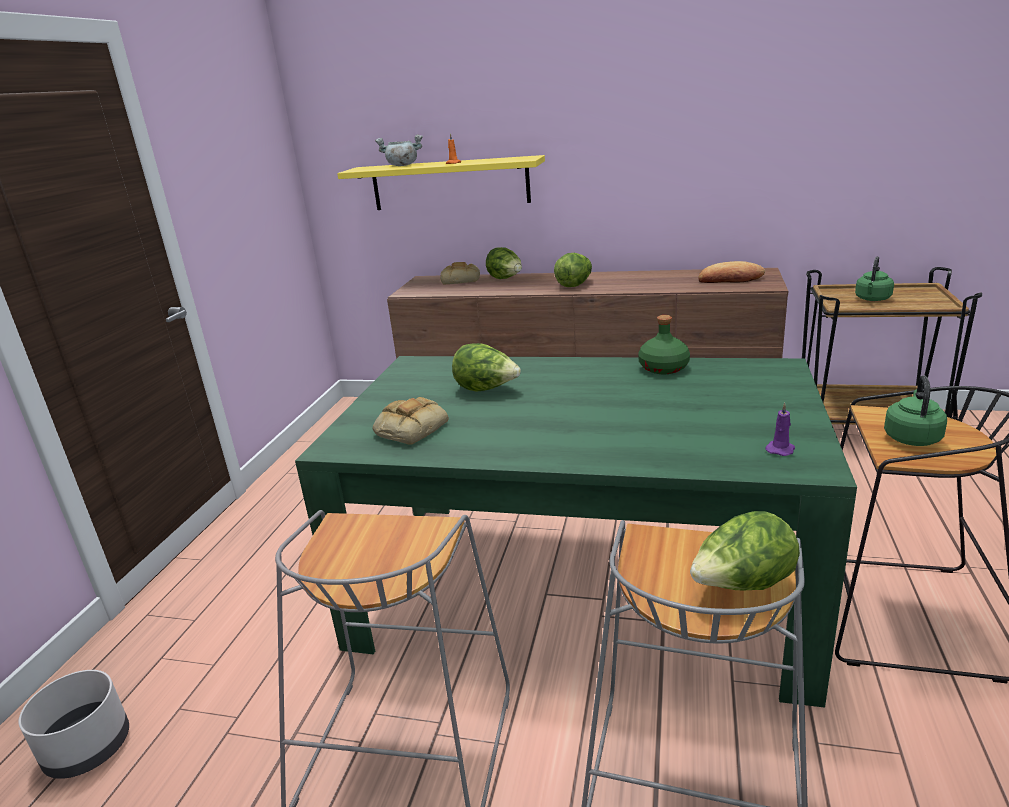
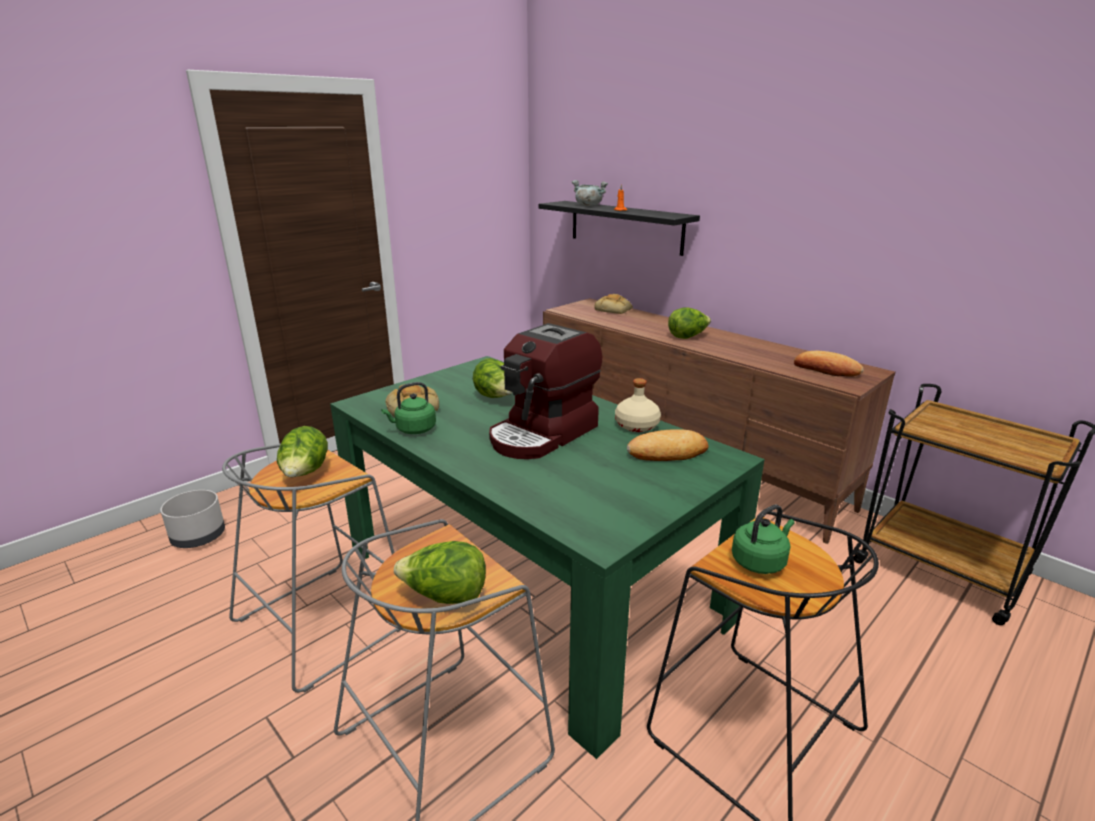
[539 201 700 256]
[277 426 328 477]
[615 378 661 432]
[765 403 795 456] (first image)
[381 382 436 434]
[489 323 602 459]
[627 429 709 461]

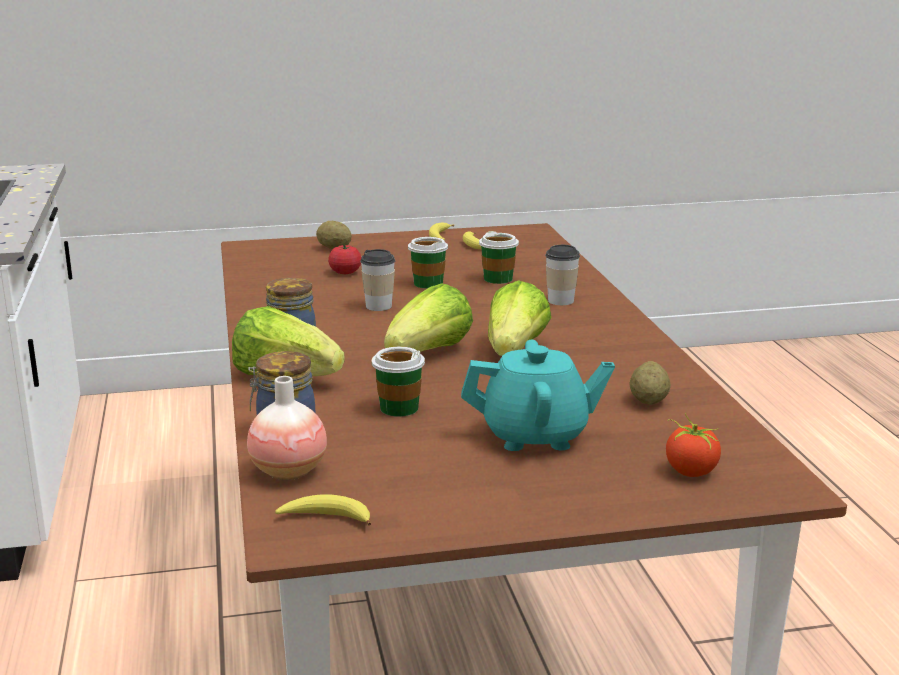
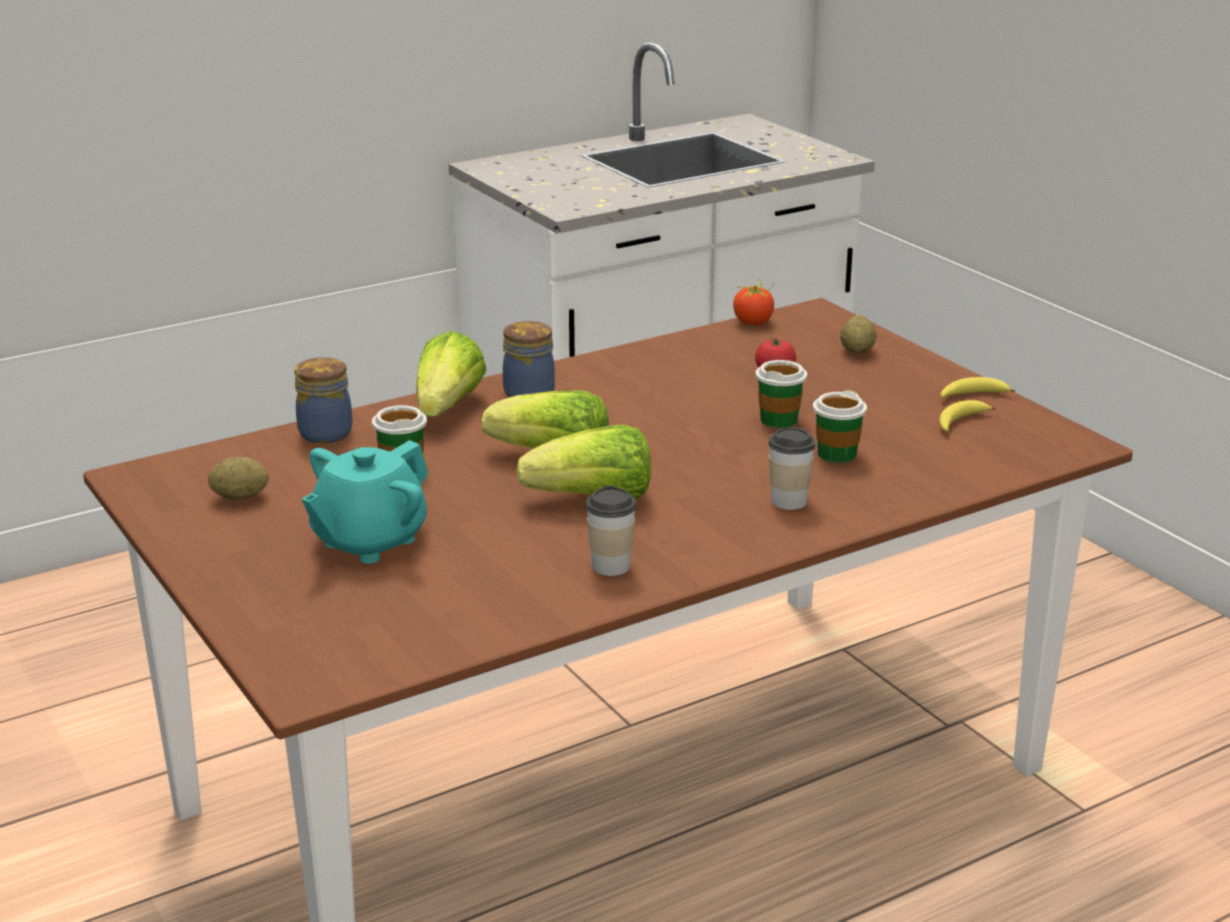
[247 376 327 480] (first image)
[275 494 371 526] (first image)
[586 486 636 576]
[302 440 429 563]
[208 457 269 500]
[733 279 775 325]

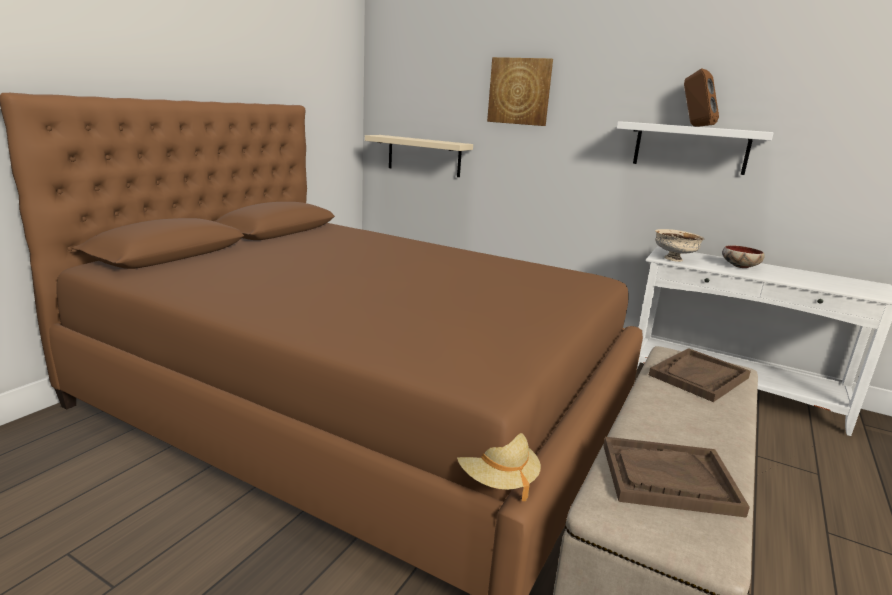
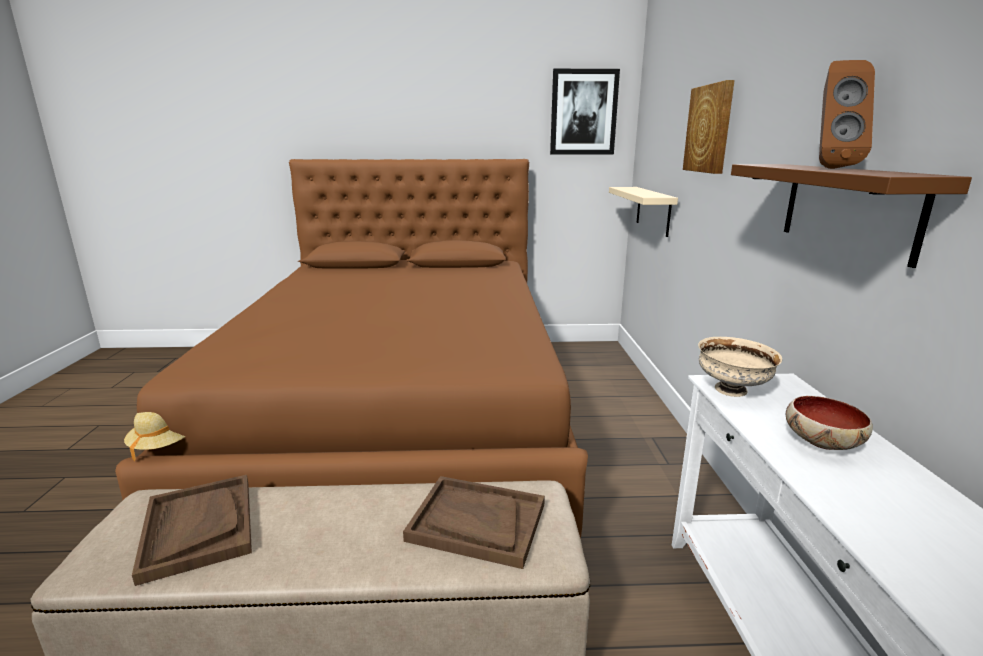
[731 164 972 268]
[550 69 620 154]

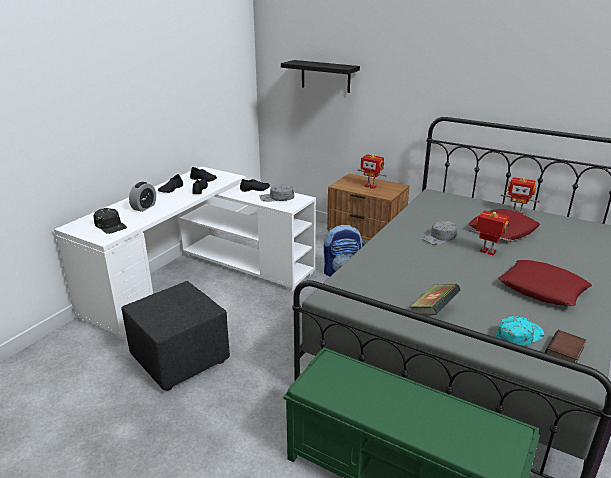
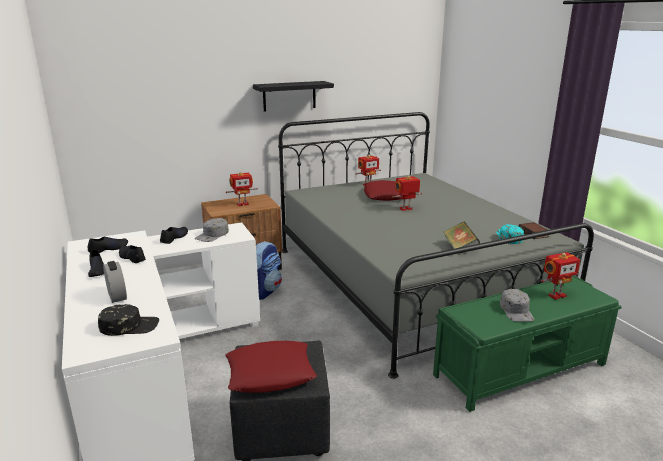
[253 81 334 111]
[500 289 534 322]
[225 341 317 393]
[541 252 580 300]

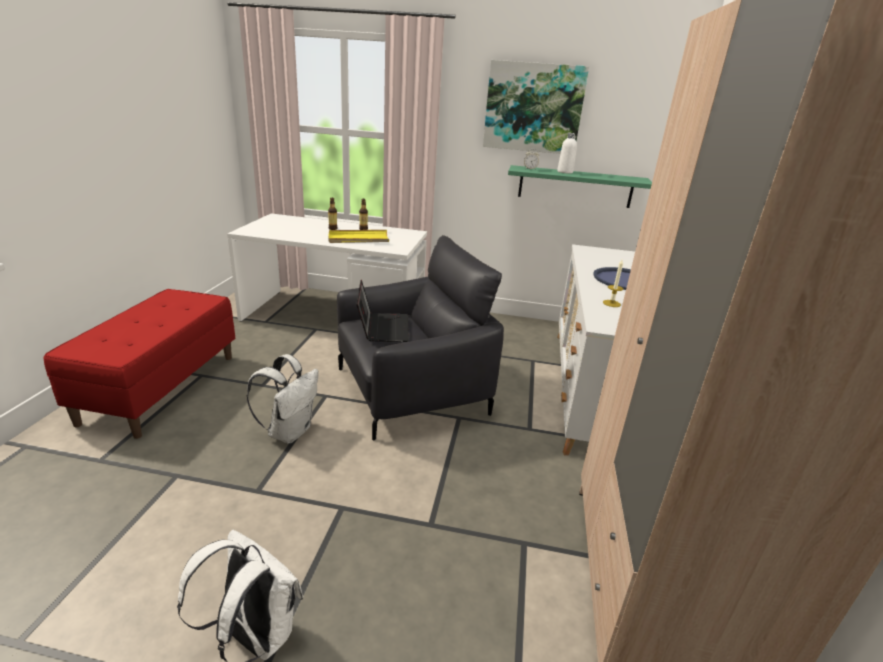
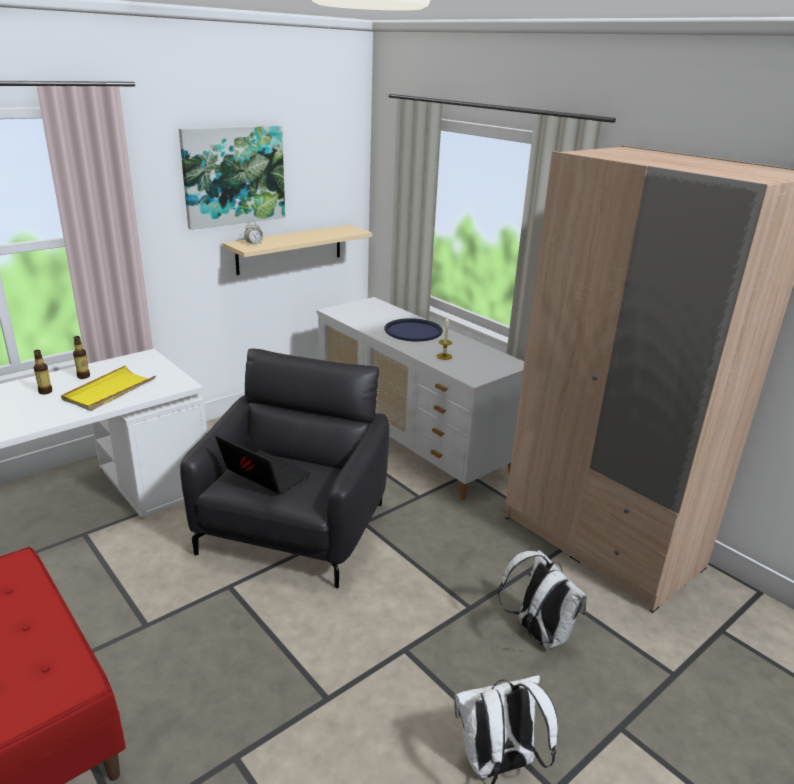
[498 550 587 649]
[222 225 372 275]
[557 133 577 174] (first image)

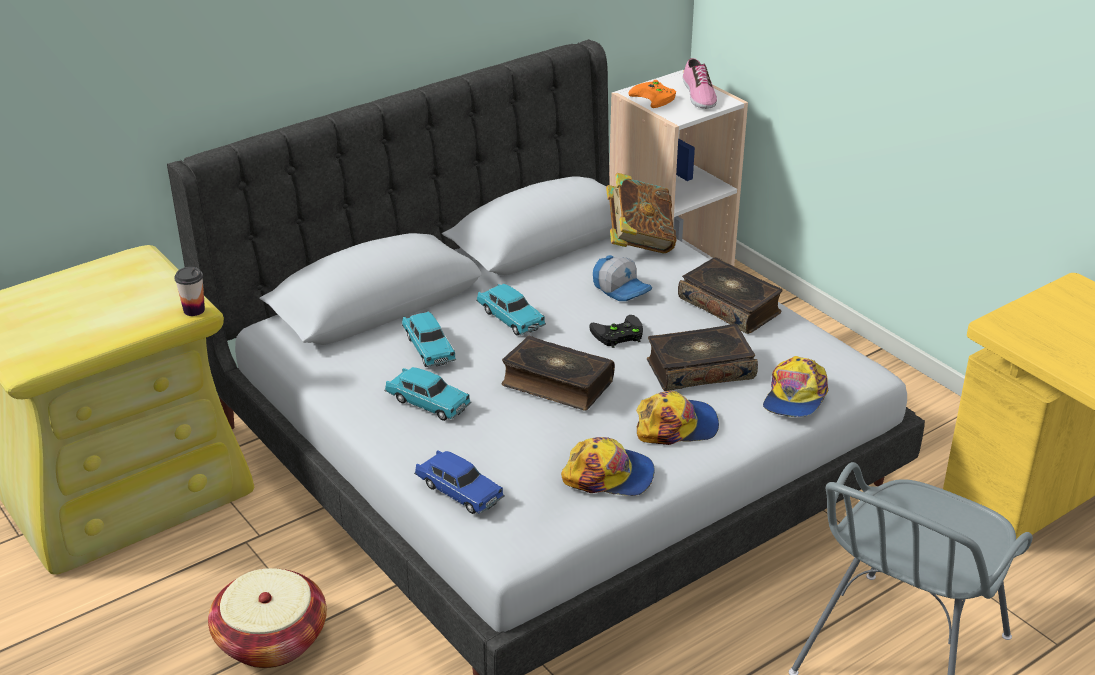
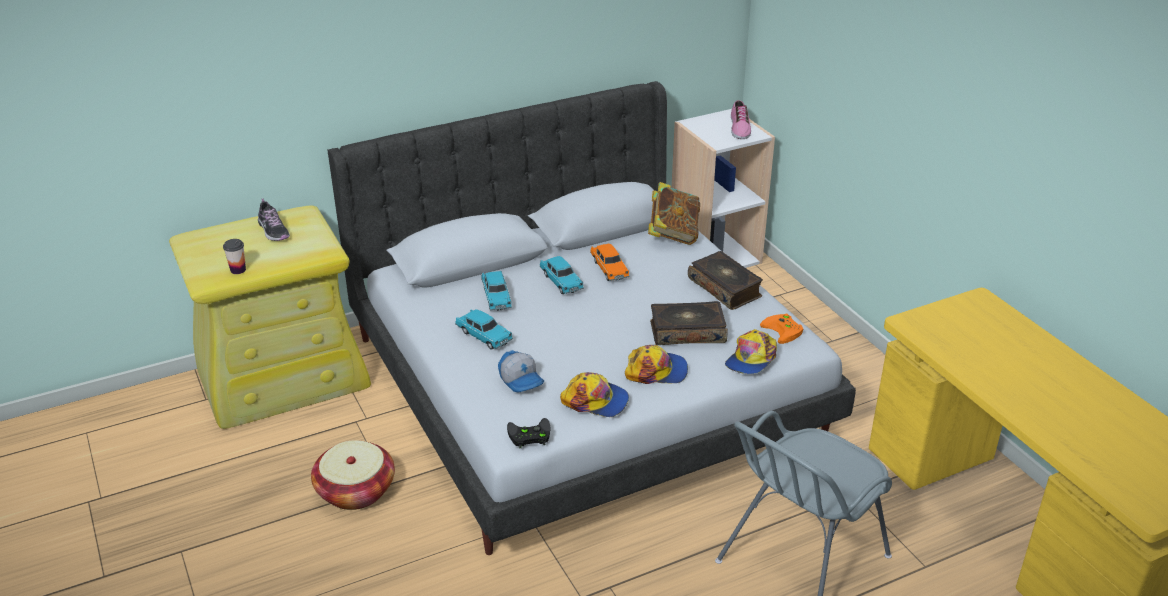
[223 239 246 274]
[414 450 505 514] (first image)
[502 336 615 411] (first image)
[507 418 551 448]
[498 350 544 393]
[760 313 803 344]
[258 199 290 241]
[590 244 629 281]

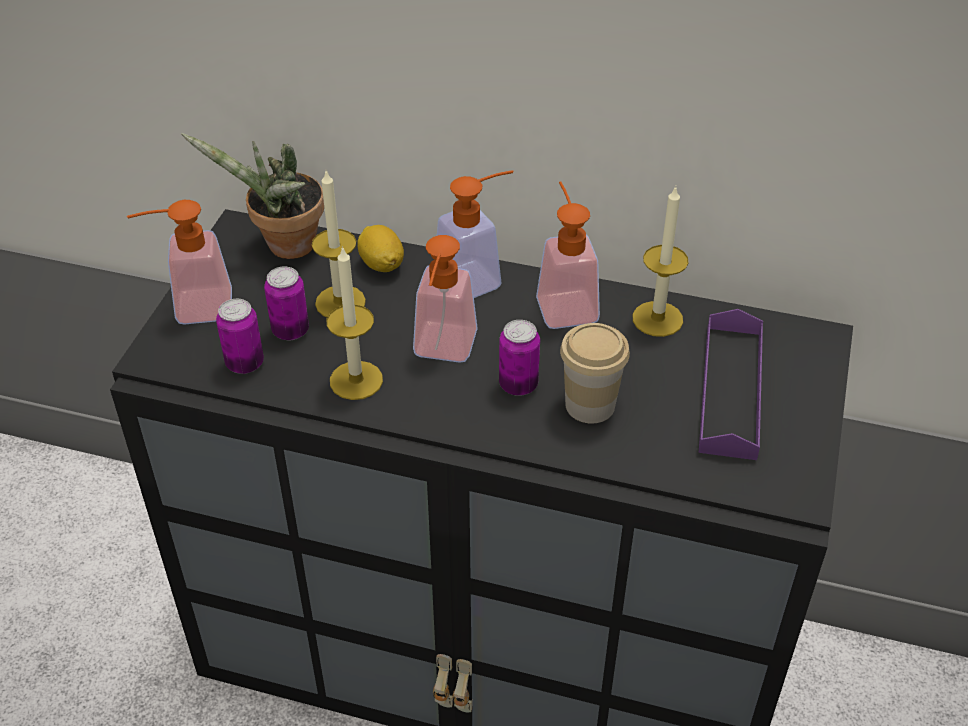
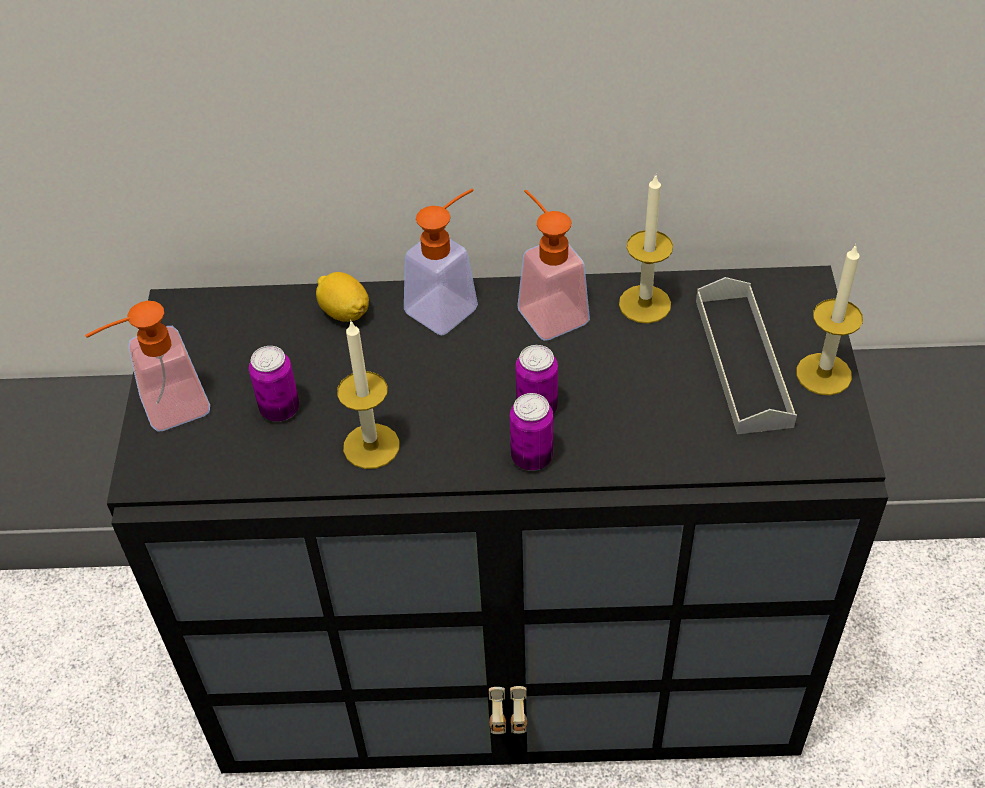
[181 133 324 259] (first image)
[510 393 553 471]
[796 244 863 395]
[413 235 478 363] (first image)
[560 323 630 423] (first image)
[696 277 797 434]

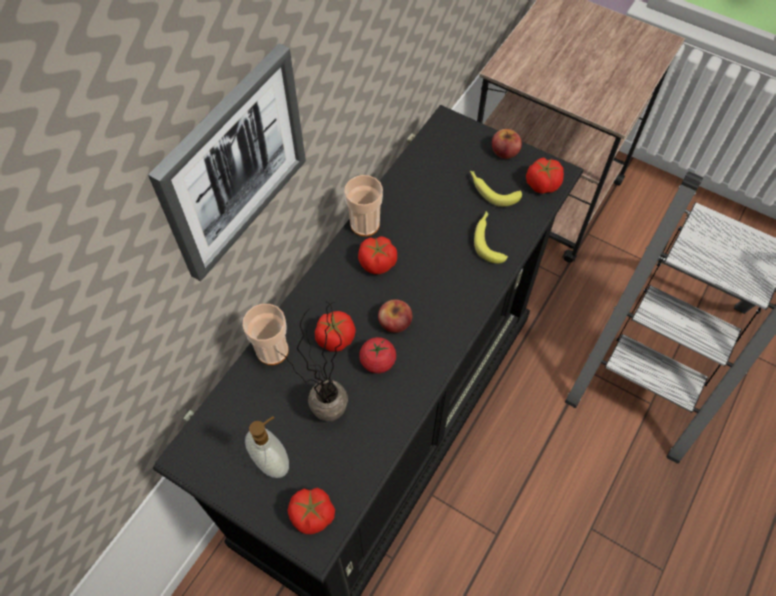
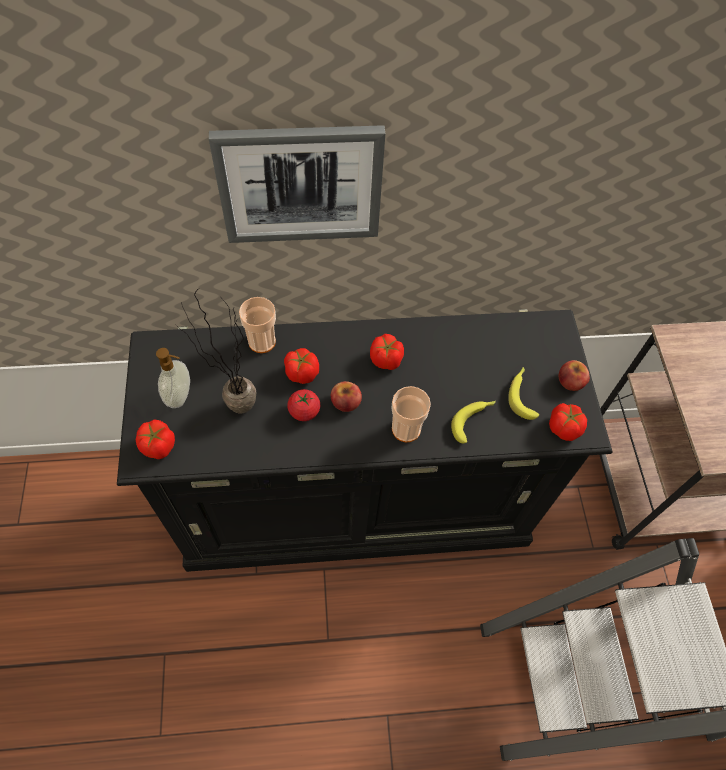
[391 386 431 442]

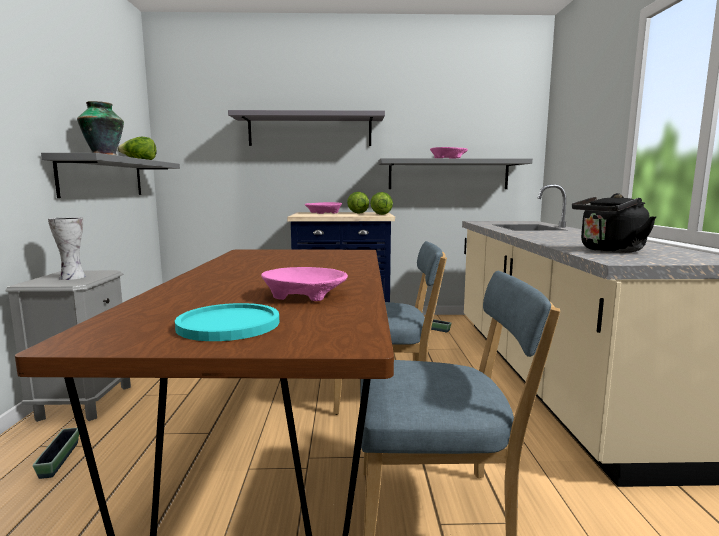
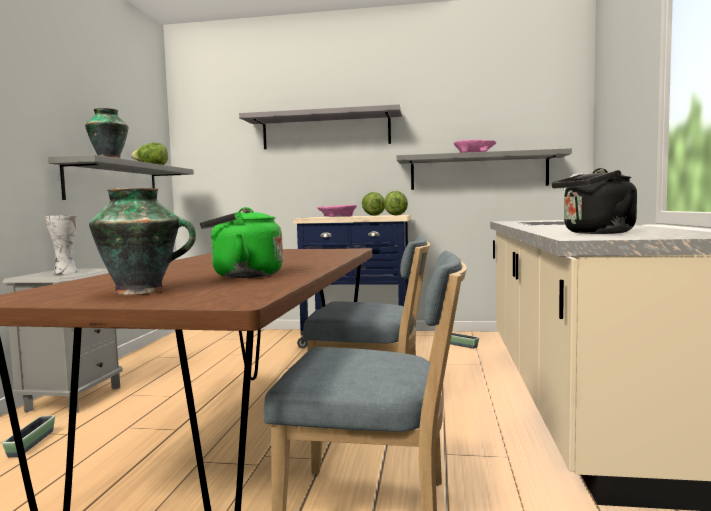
[89 188 196 295]
[200 207 283 278]

